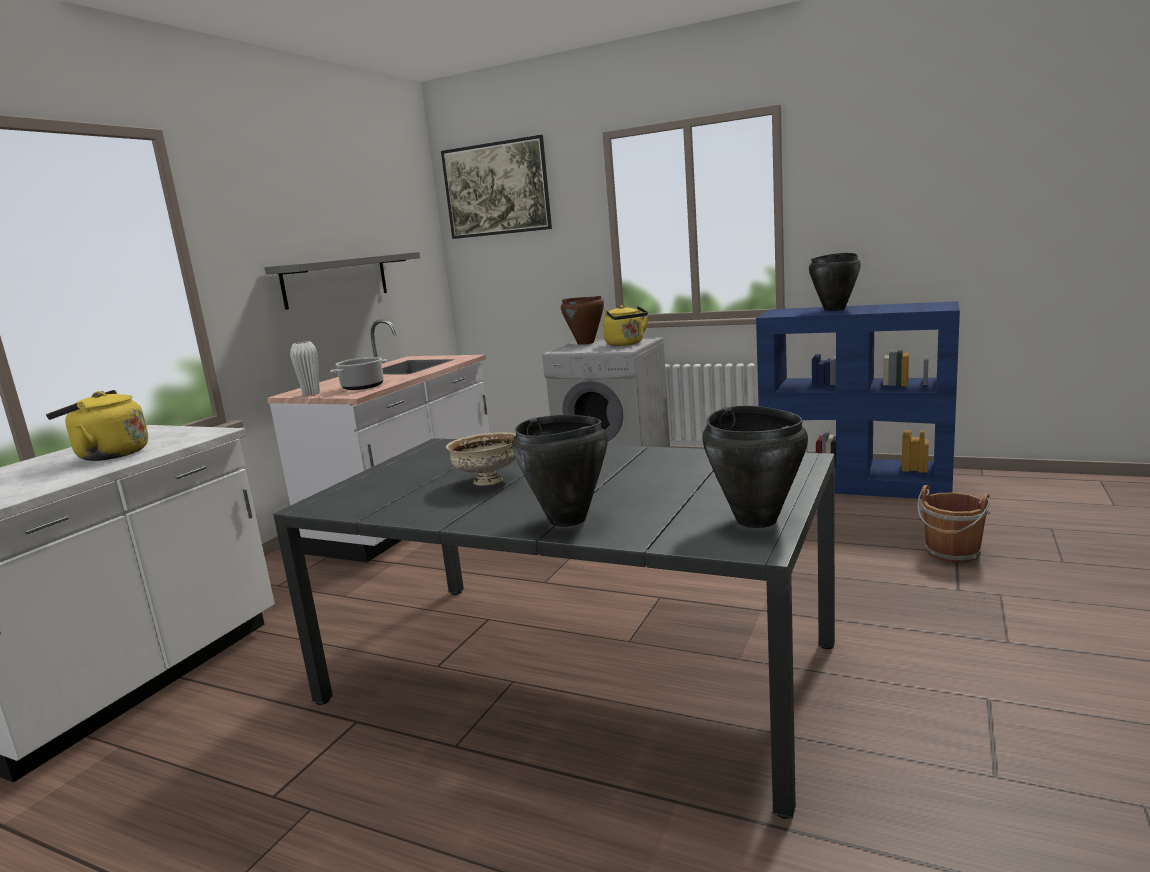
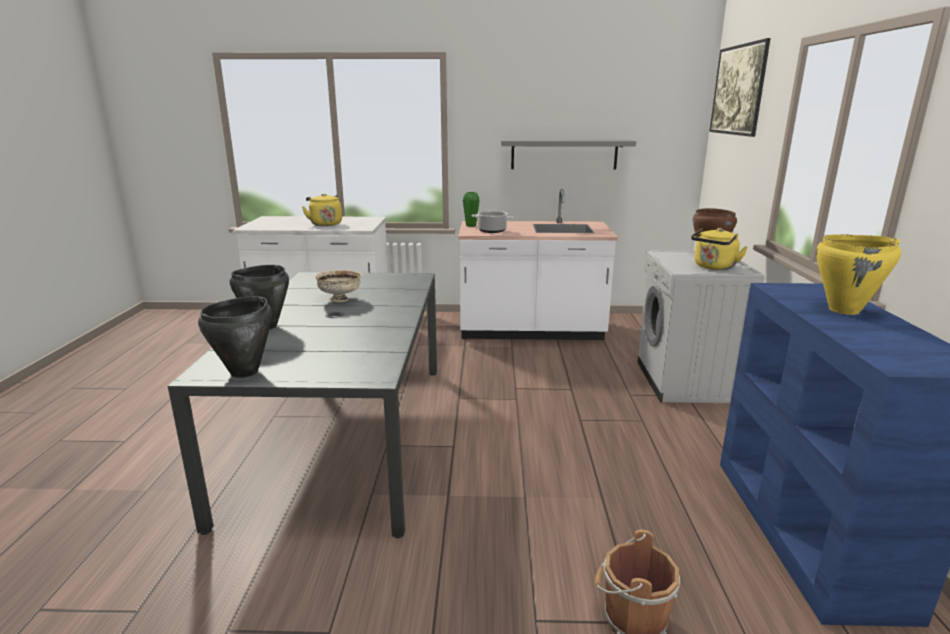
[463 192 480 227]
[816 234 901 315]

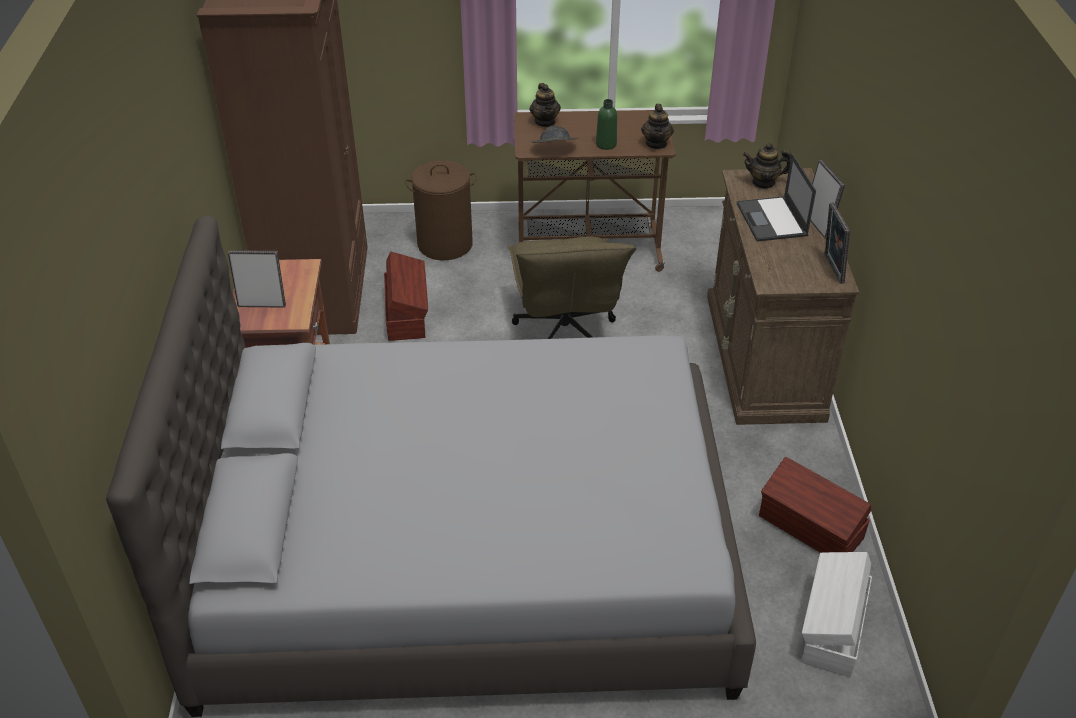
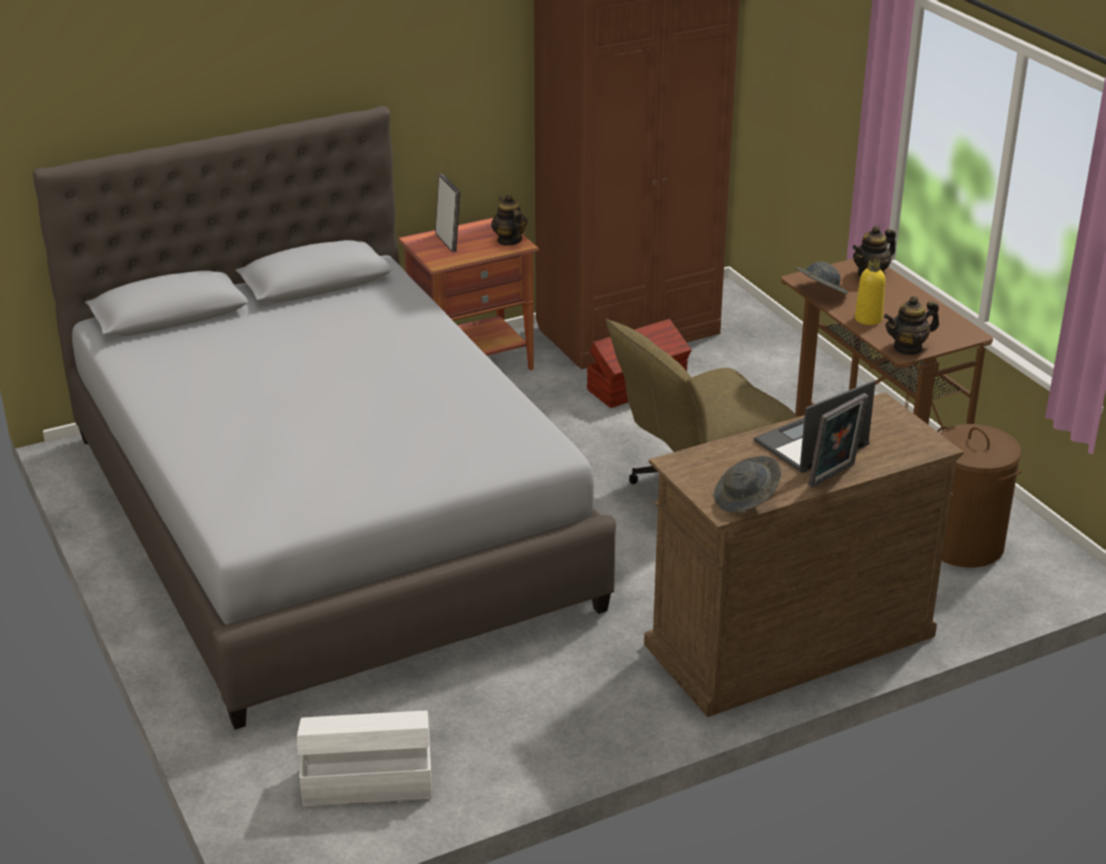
[937 424 1022 568]
[855 259 885 325]
[491 194 527 246]
[759 456 871 553] (first image)
[714 456 781 513]

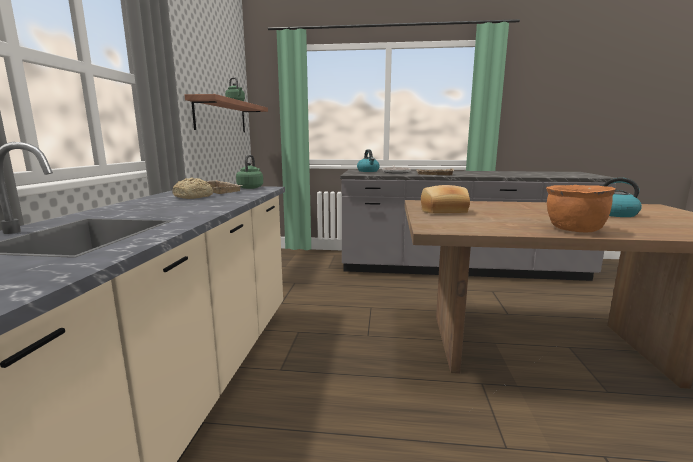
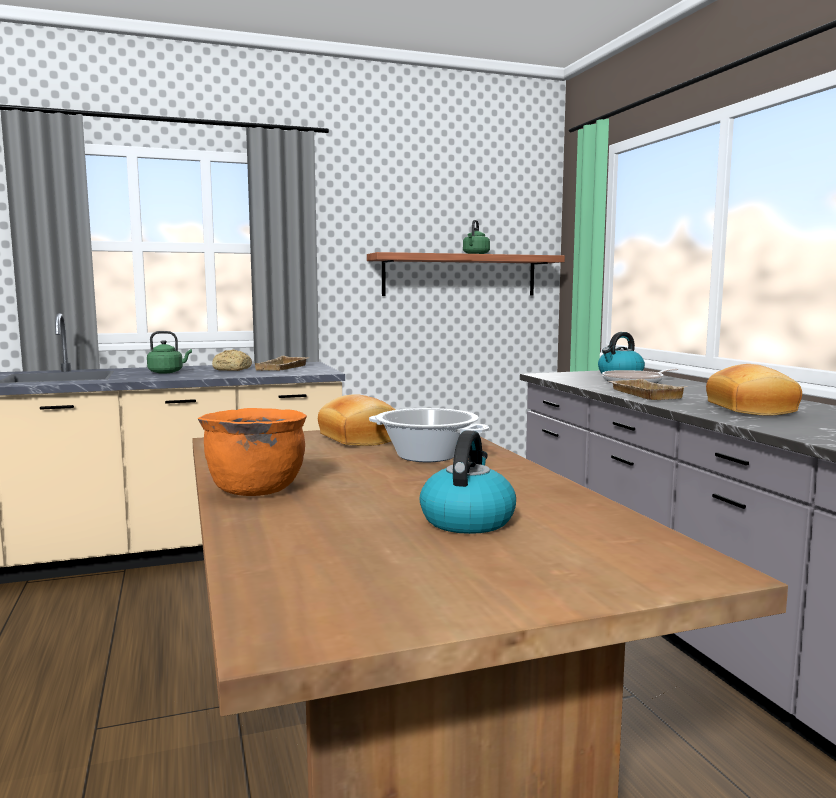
[147 331 192 374]
[369 408 489 462]
[706 364 802 416]

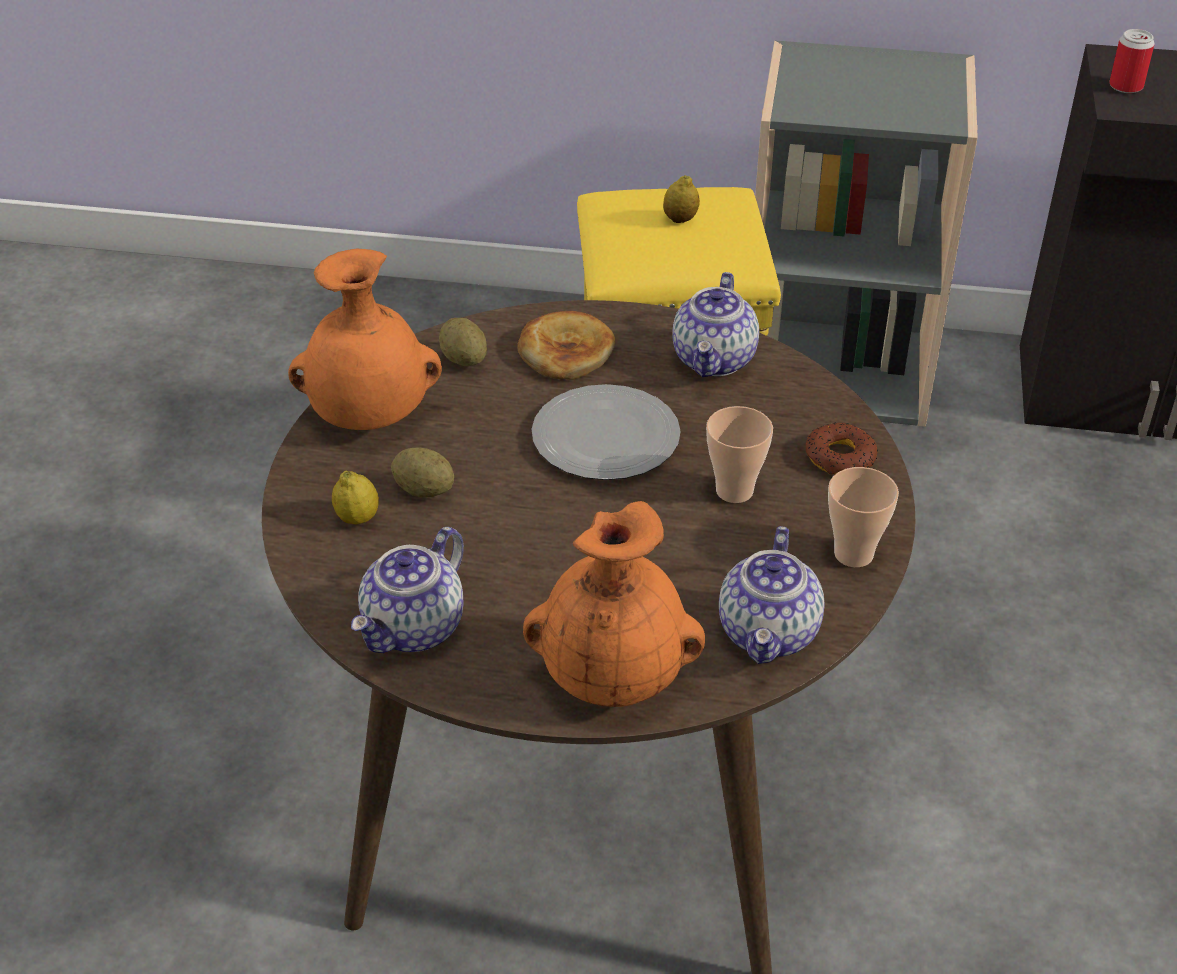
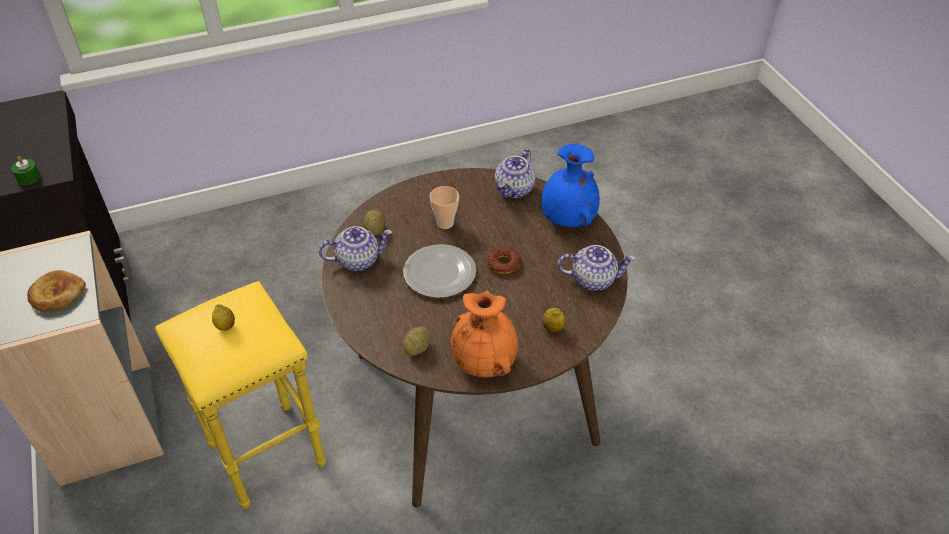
[363 209 386 235]
[27 270 86 312]
[542 144 600 227]
[495 149 536 198]
[487 247 522 274]
[828 467 899 567] (first image)
[11 156 40 185]

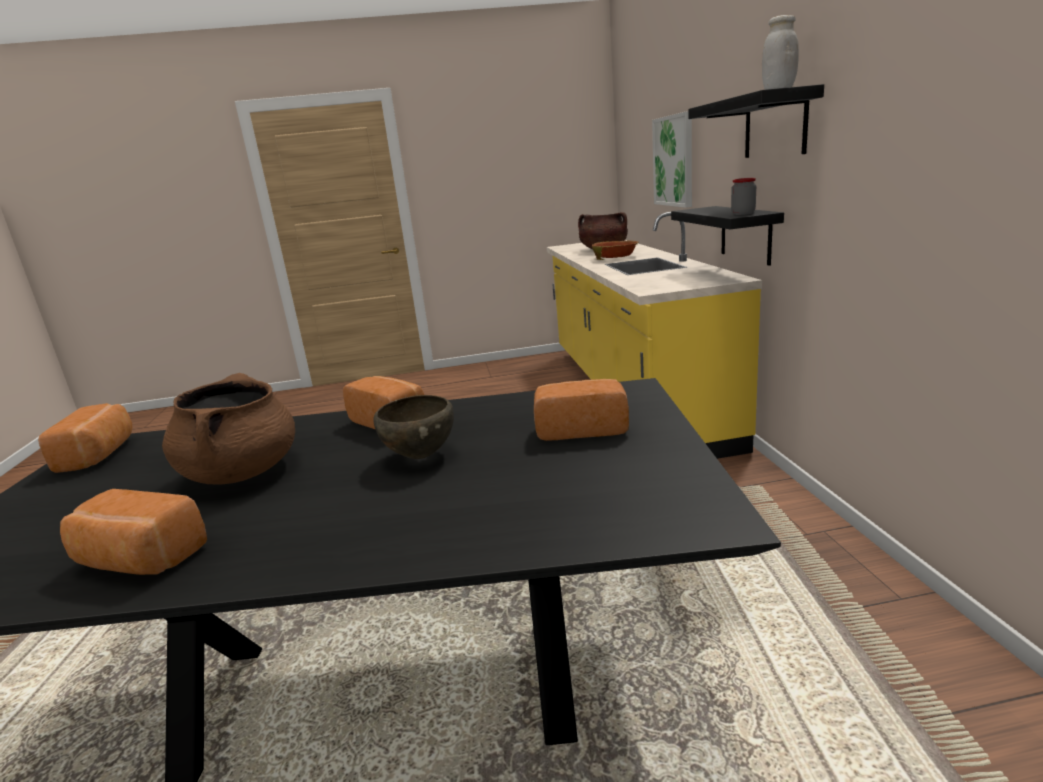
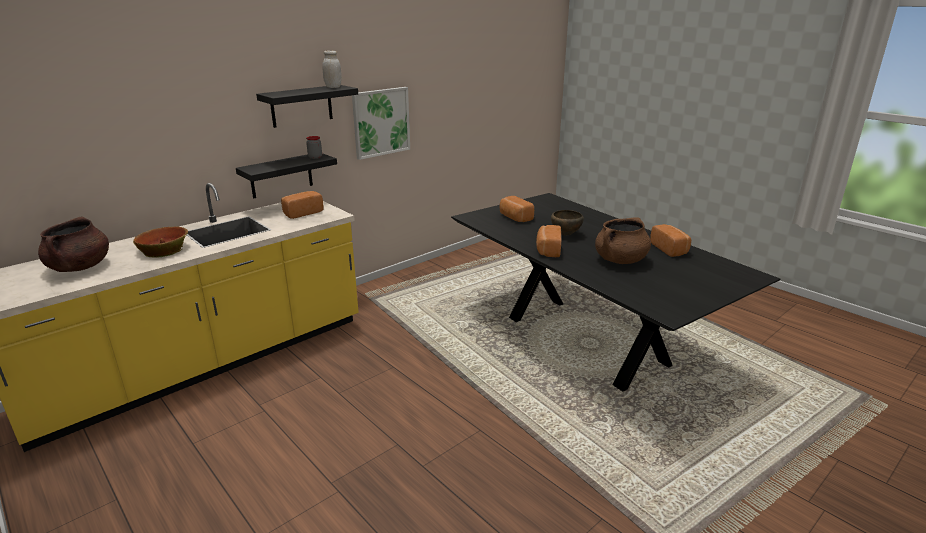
[281 191 324 219]
[352 87 410 160]

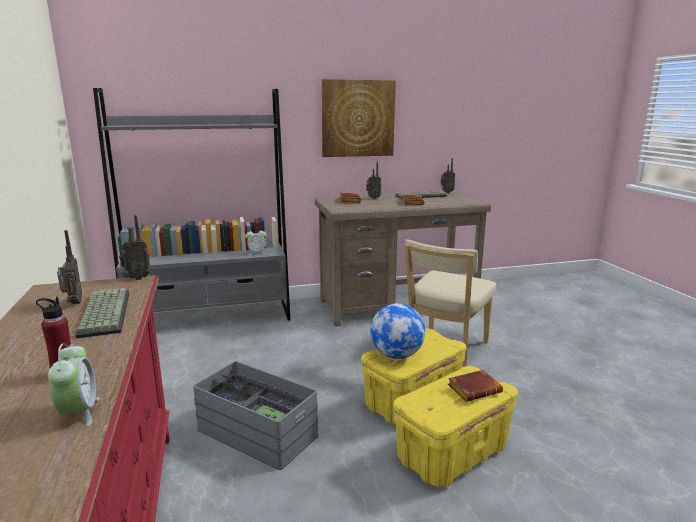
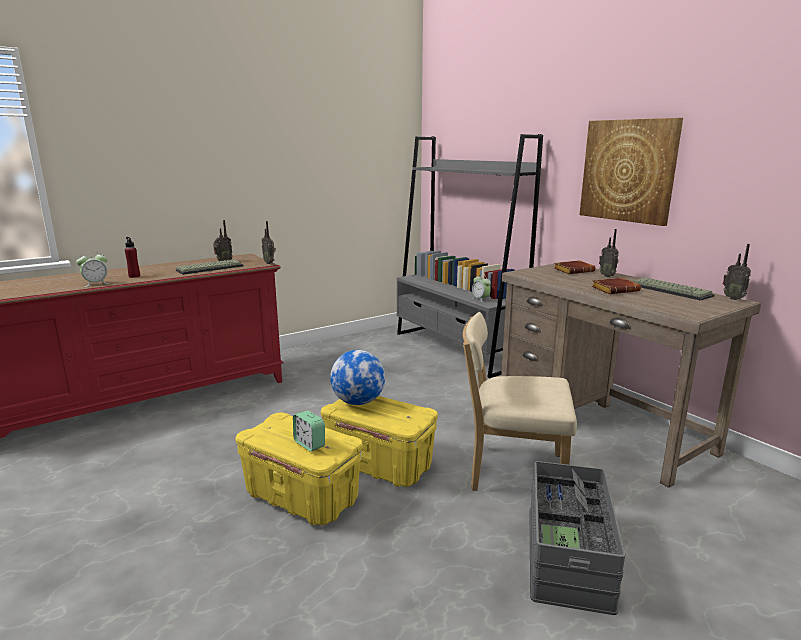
[530 461 625 615]
[293 410 325 452]

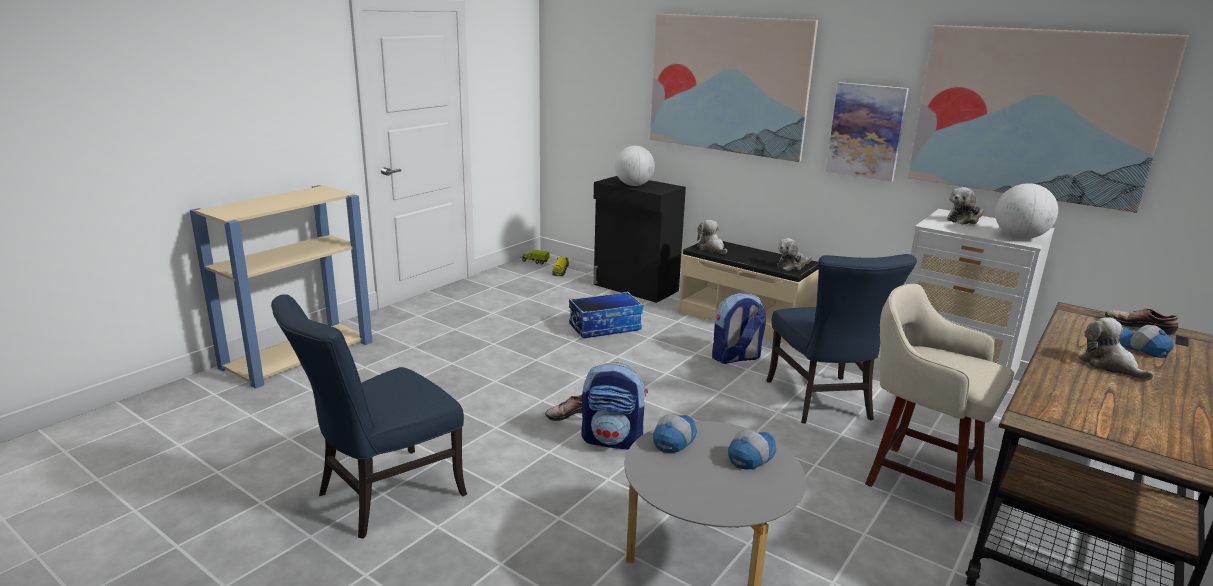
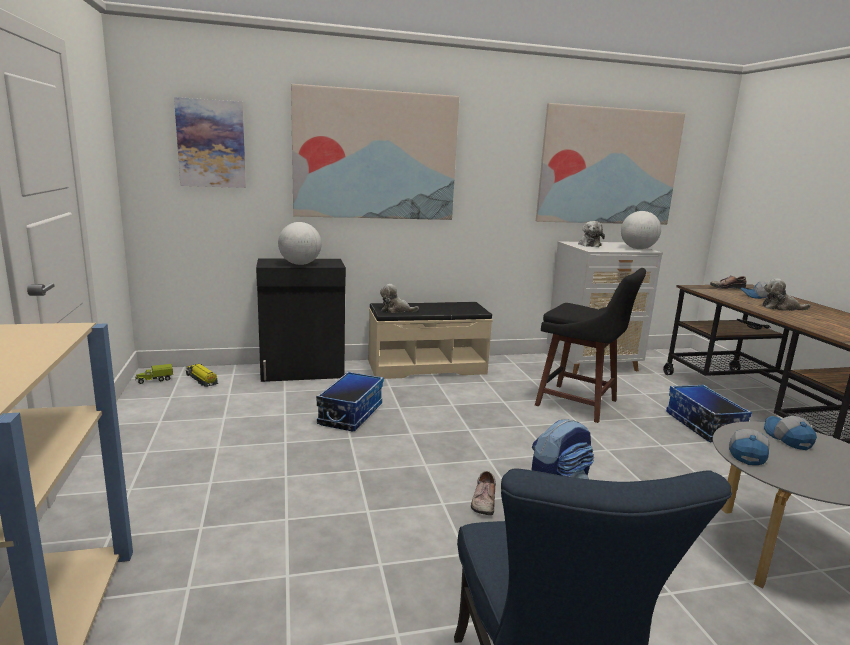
[729 429 770 465]
[712 293 766 364] (first image)
[535 268 646 423]
[777 238 812 271] (first image)
[174 97 246 188]
[666 385 752 442]

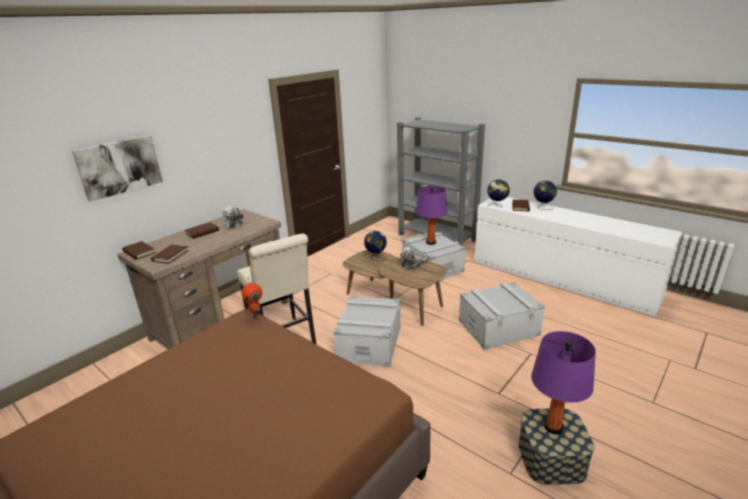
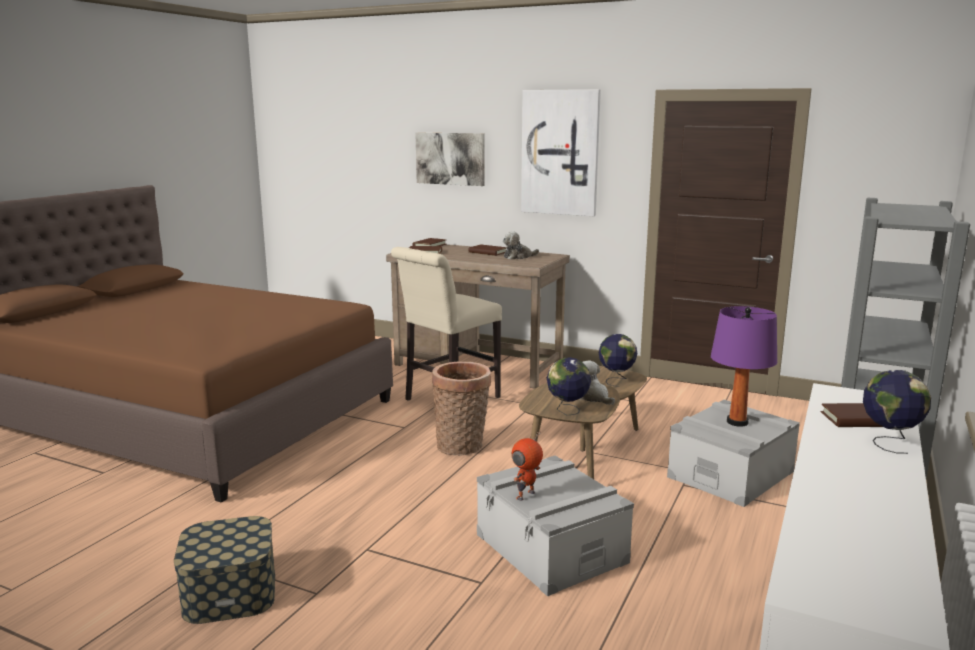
[512 431 543 501]
[432 362 491 456]
[547 357 591 415]
[531 331 596 435] (first image)
[521 89 601 216]

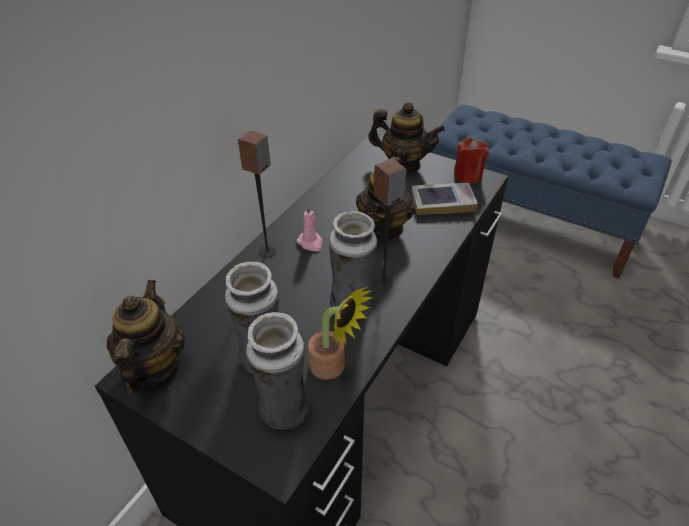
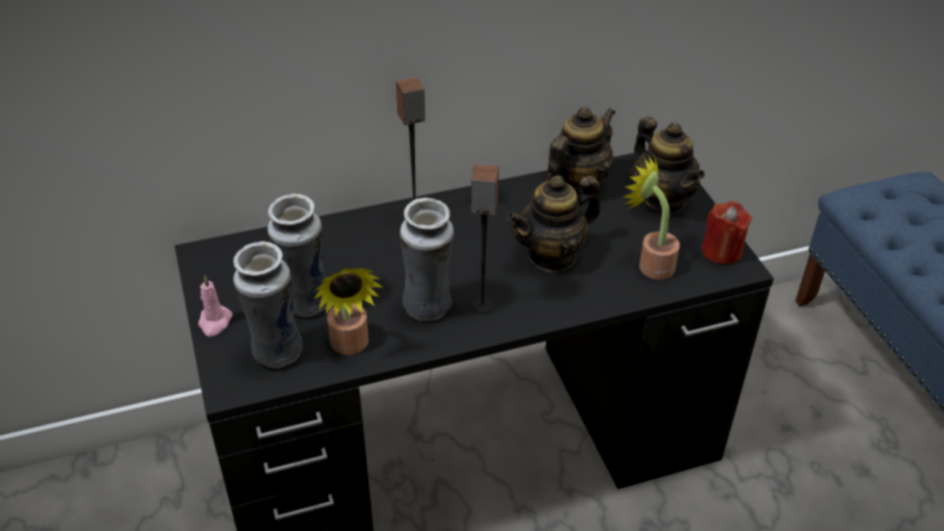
[546 107 616 197]
[198 276 233 337]
[623 155 680 280]

